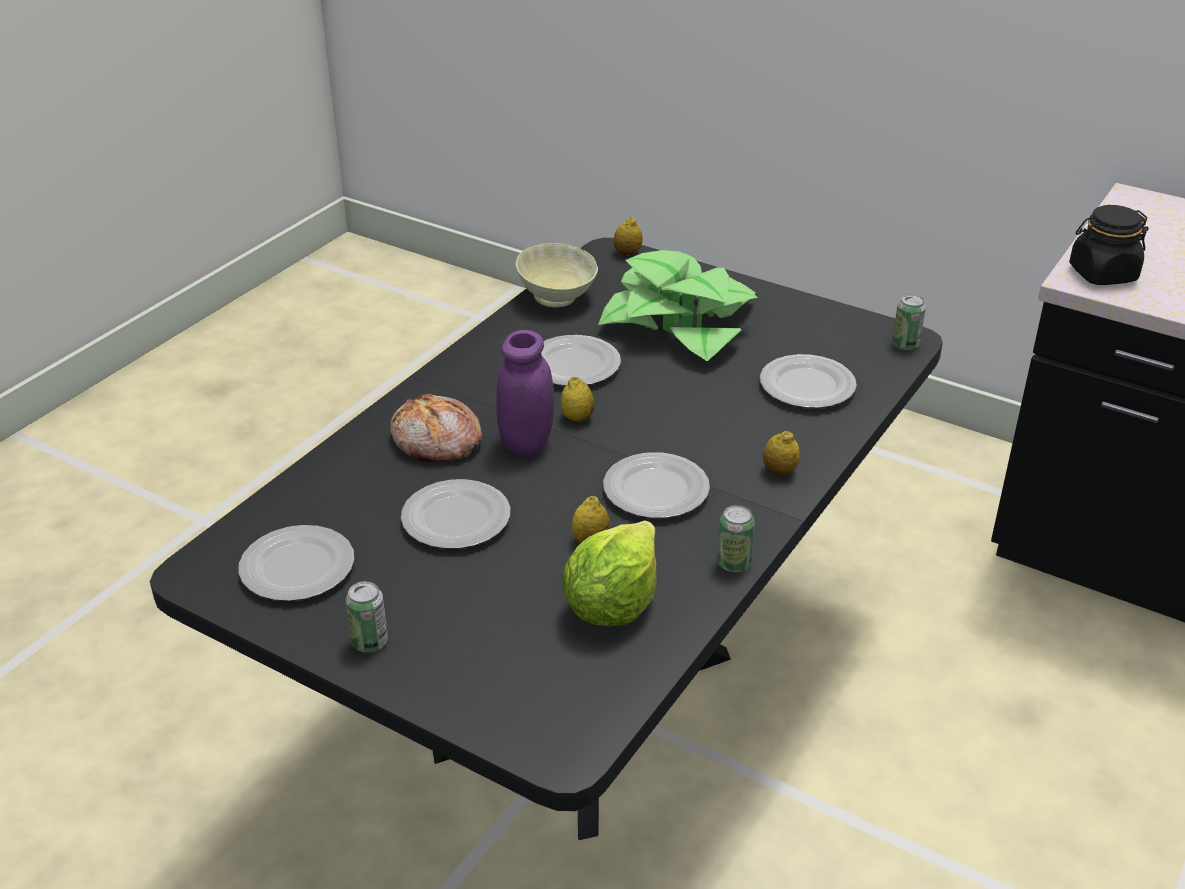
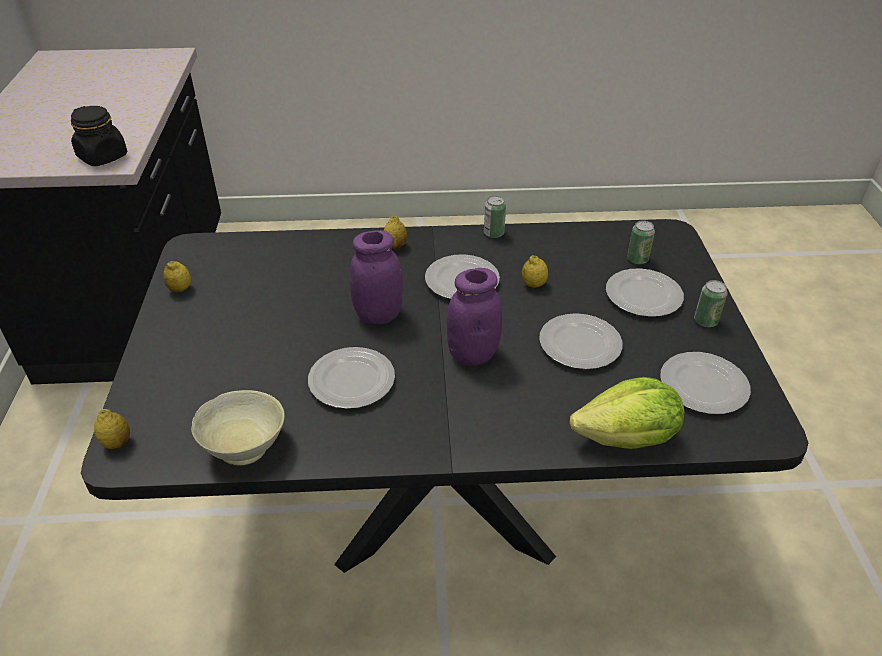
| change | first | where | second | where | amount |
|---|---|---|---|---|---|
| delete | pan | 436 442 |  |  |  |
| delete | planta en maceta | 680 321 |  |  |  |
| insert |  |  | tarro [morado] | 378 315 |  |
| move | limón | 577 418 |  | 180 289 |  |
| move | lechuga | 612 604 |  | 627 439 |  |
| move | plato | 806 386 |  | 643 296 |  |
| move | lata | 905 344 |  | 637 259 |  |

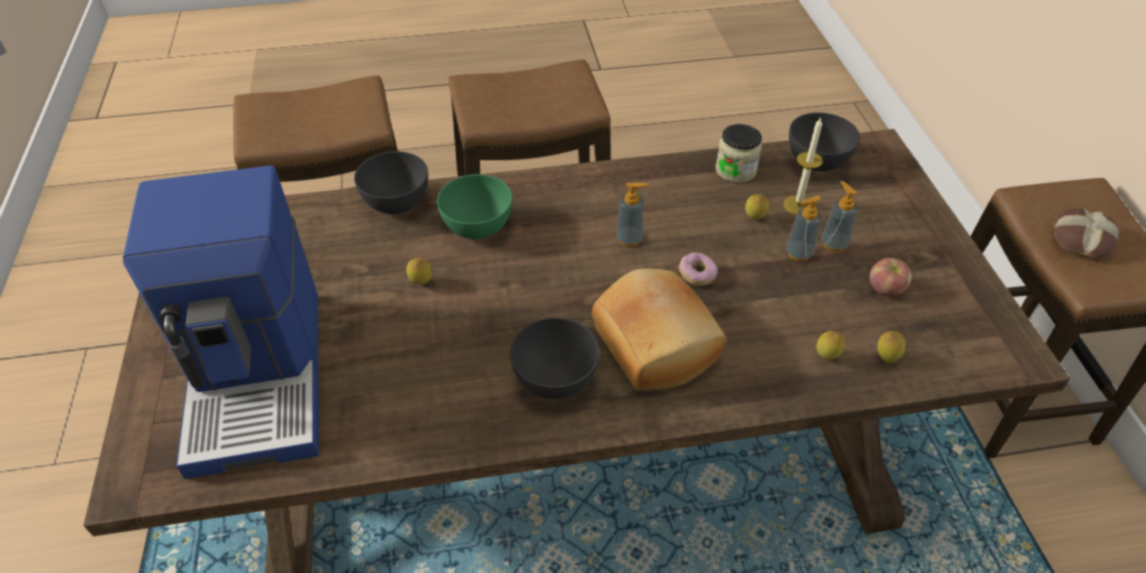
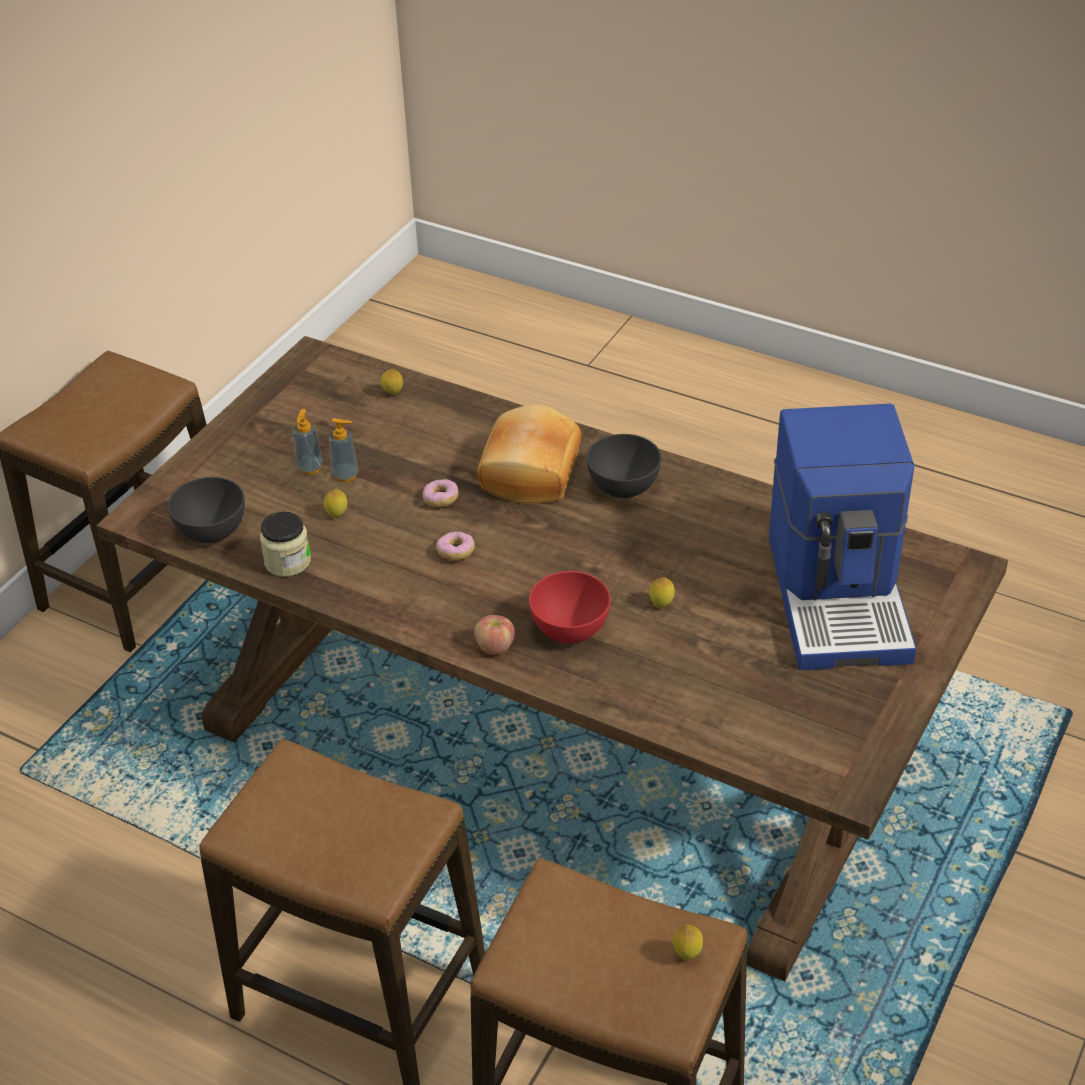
| change | first | where | second | where | amount |
|---|---|---|---|---|---|
| delete | cuenco [gris] | 396 204 |  |  |  |
| delete | vela | 797 205 |  |  |  |
| delete | pan | 1080 239 |  |  |  |
| move | limón | 826 357 |  | 687 954 |  |
| move | manzana | 885 289 |  | 495 647 |  |
| replace | dispensador de jabón | 629 239 | rosquilla | 456 552 |  |
| recolor | cuenco [verde] | 478 227 | cuenco [rojo] | 569 630 |  |
| rotate | cafetera | 260 376 |  | 840 596 | 150 degrees clockwise |

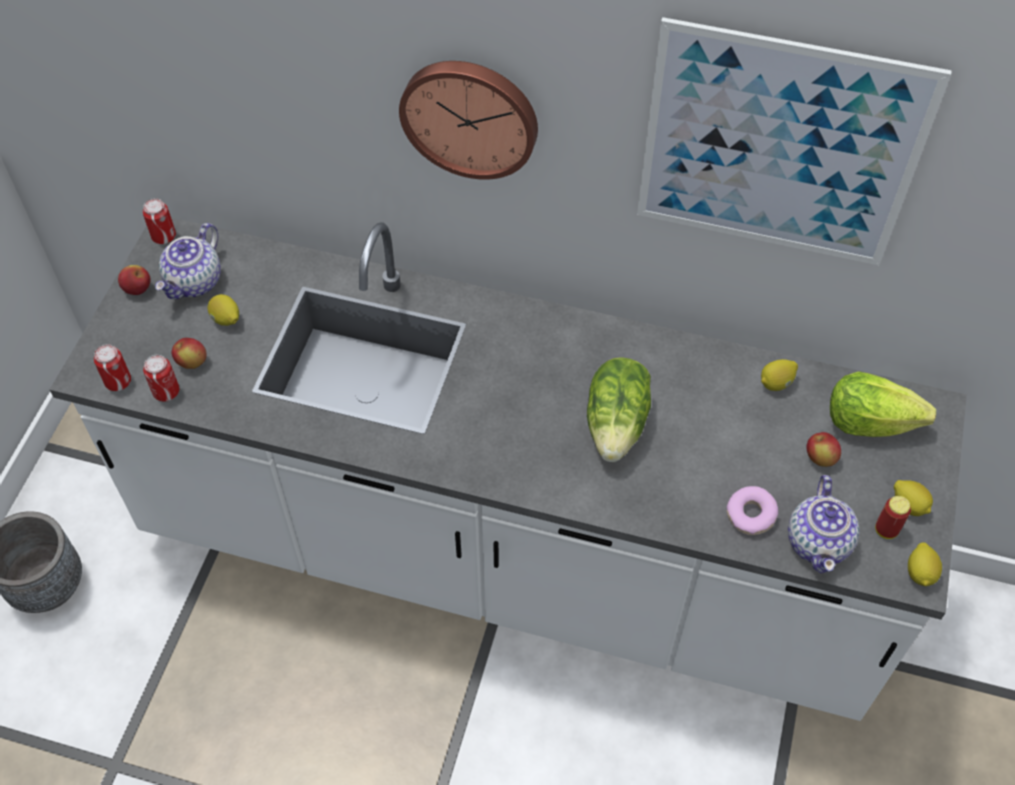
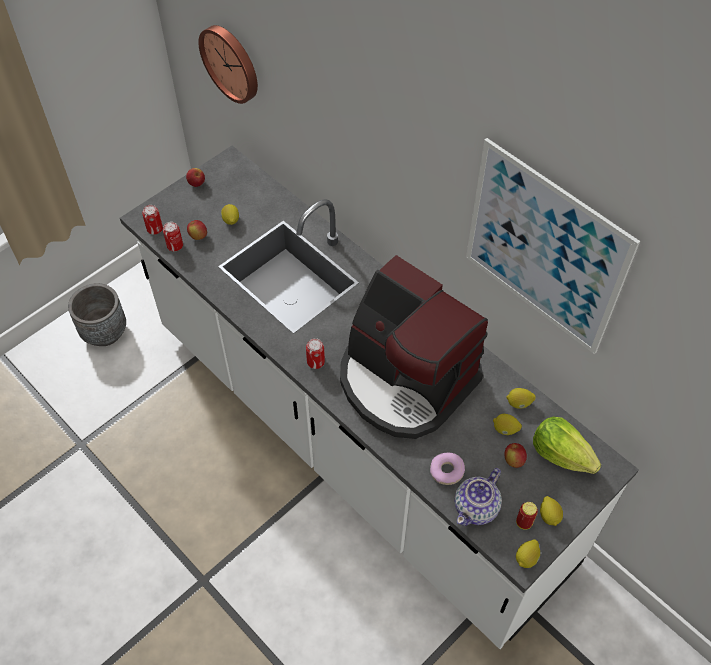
| change | first | where | second | where | amount |
|---|---|---|---|---|---|
| delete | tetera | 195 282 |  |  |  |
| insert |  |  | limón | 505 429 |  |
| move | lata | 164 236 |  | 315 362 |  |
| move | reloj de pared | 470 116 |  | 231 62 |  |
| replace | lechuga | 617 424 | cafetera | 405 380 |  |

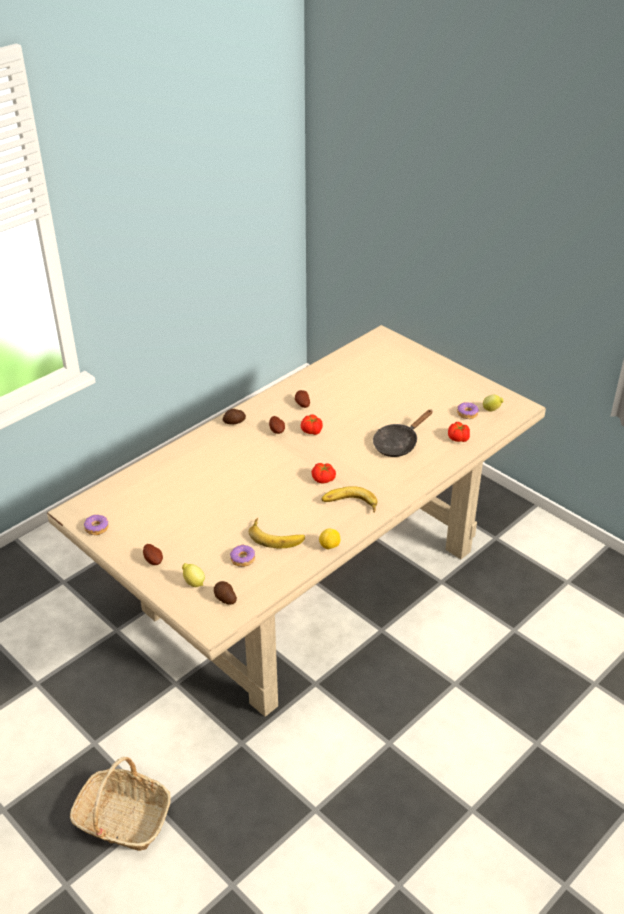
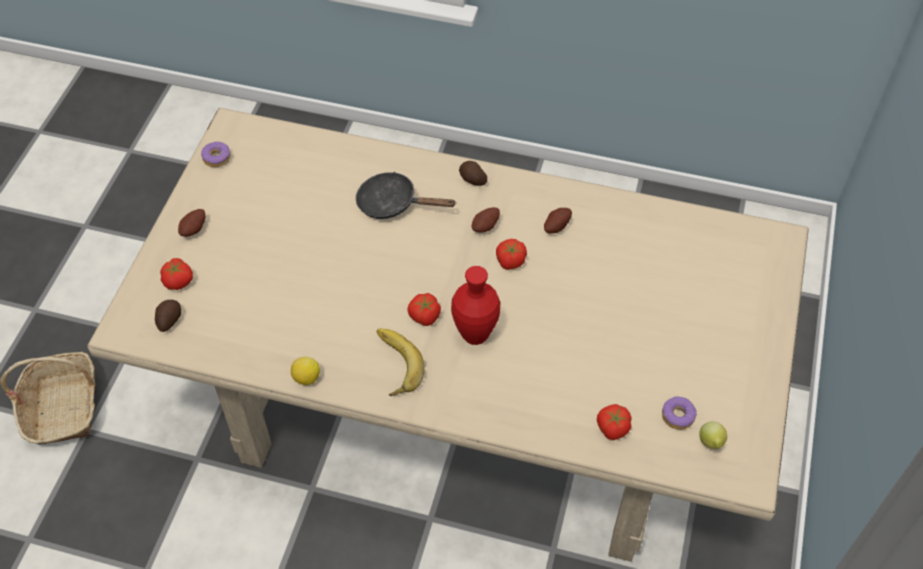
| change | first | where | second | where | amount |
|---|---|---|---|---|---|
| delete | rosquilla | 242 559 |  |  |  |
| delete | plátano | 277 535 |  |  |  |
| insert |  |  | florero [rojo] | 475 335 |  |
| move | sartén [negro] | 398 443 |  | 393 203 |  |
| replace | limón | 193 582 | tomate | 179 280 |  |

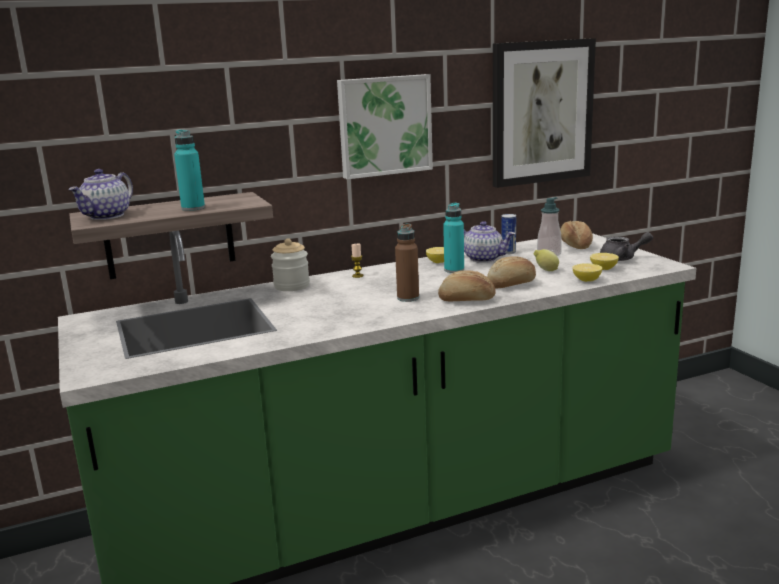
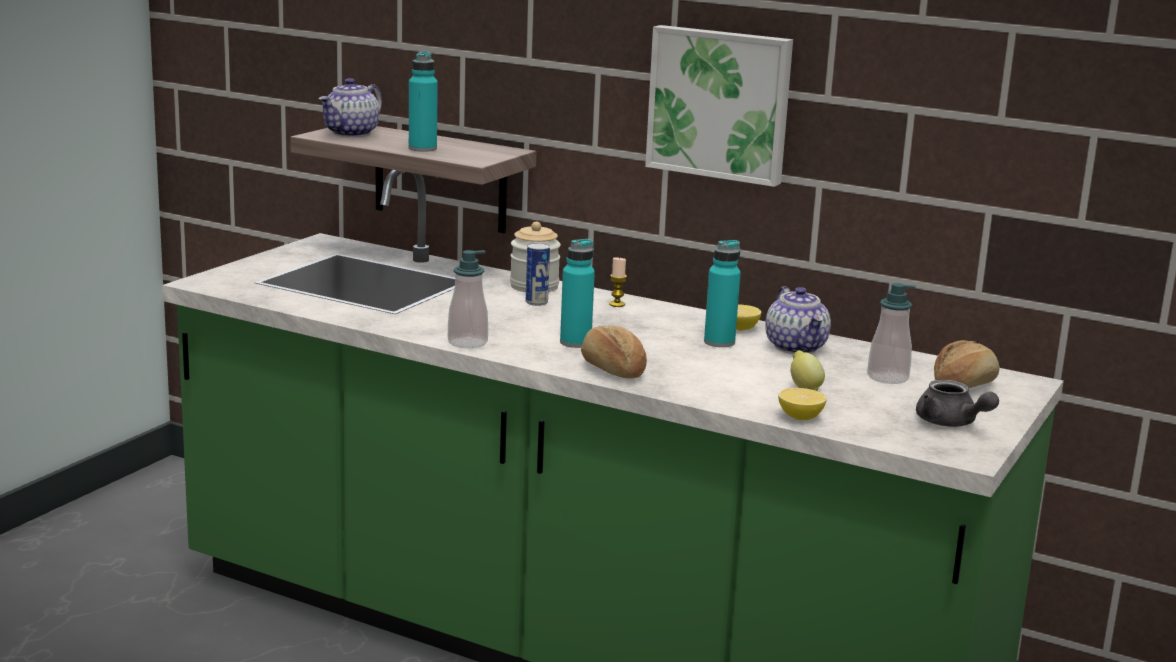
| change | first | where | second | where | amount |
|---|---|---|---|---|---|
| delete | pan | 512 284 |  |  |  |
| delete | cuadro | 541 112 |  |  |  |
| delete | limón | 603 269 |  |  |  |
| insert |  |  | dispensador de jabón | 467 342 |  |
| move | lata | 508 252 |  | 536 302 |  |
| recolor | botella [marrón] | 408 298 | botella [turquesa] | 575 342 |  |
| rotate | tetera | 107 216 |  | 351 133 | 45 degrees counterclockwise |

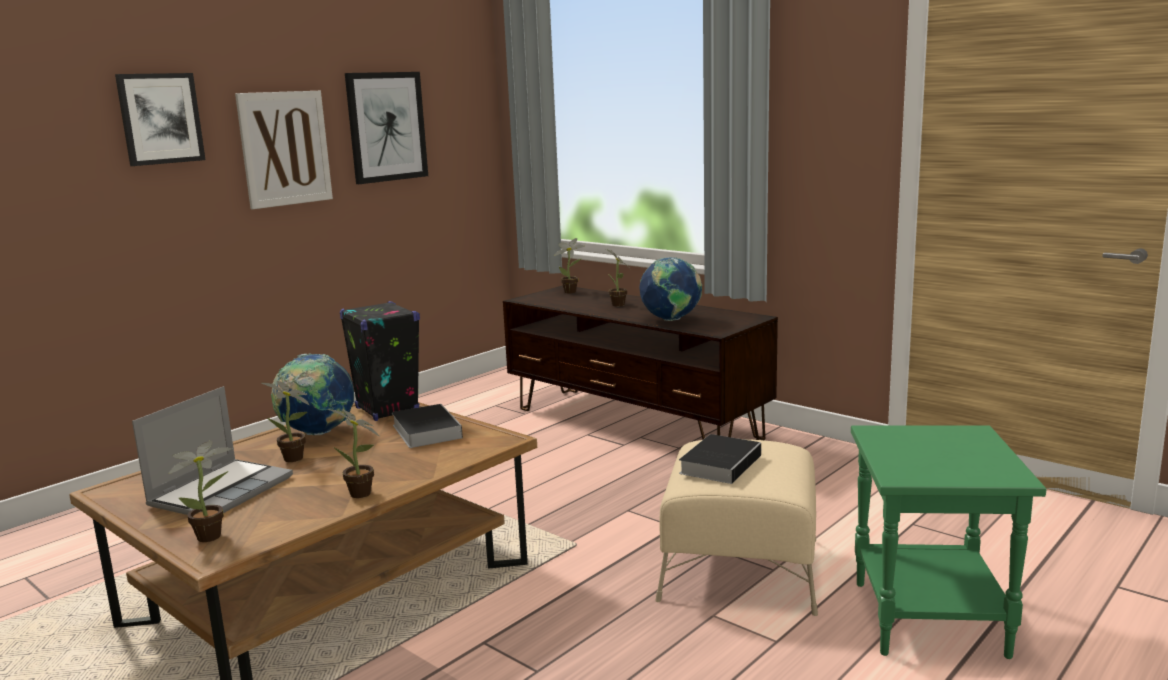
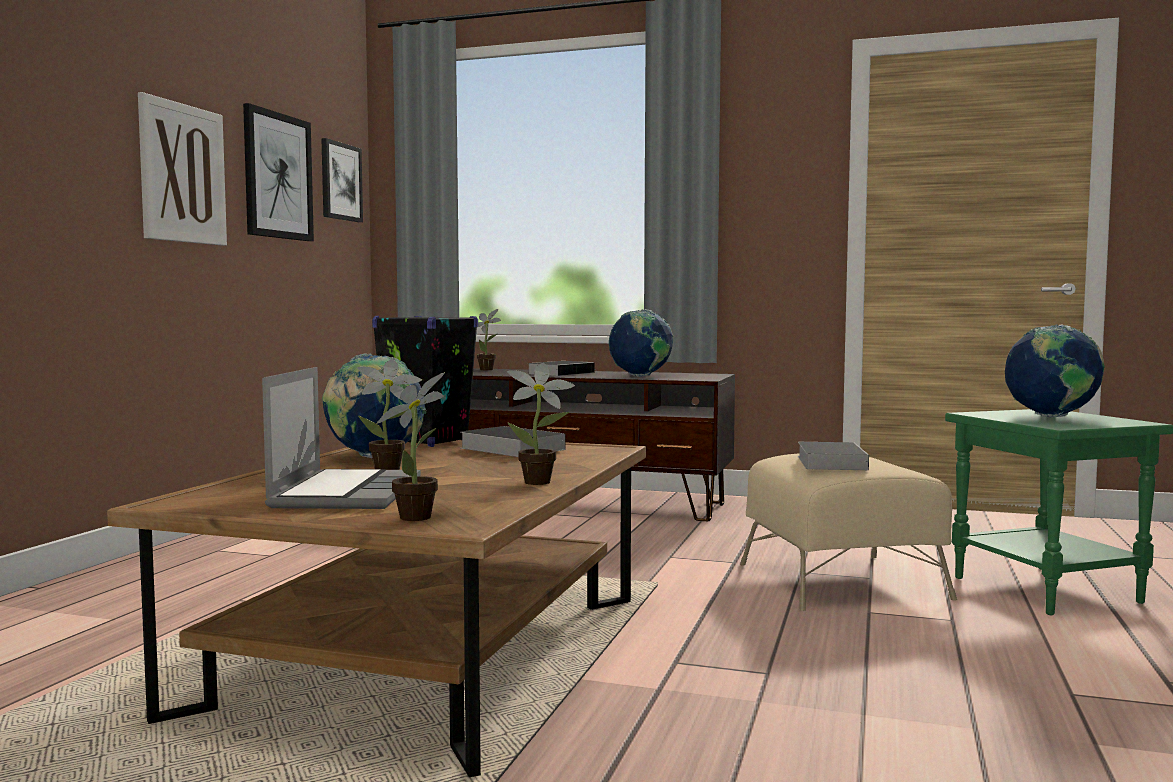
| change | first | where | second | where | amount |
|---|---|---|---|---|---|
| insert |  |  | globo terráqueo | 1052 417 |  |
| move | cuadro | 160 118 |  | 340 181 |  |
| replace | planta en maceta | 618 305 | libro | 561 373 |  |

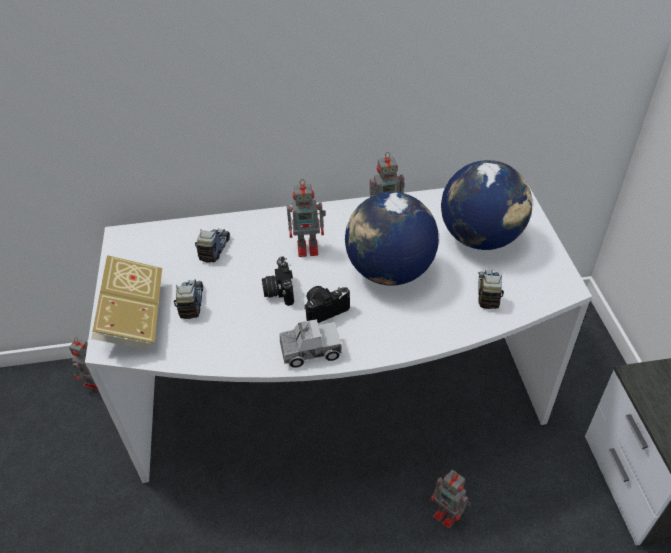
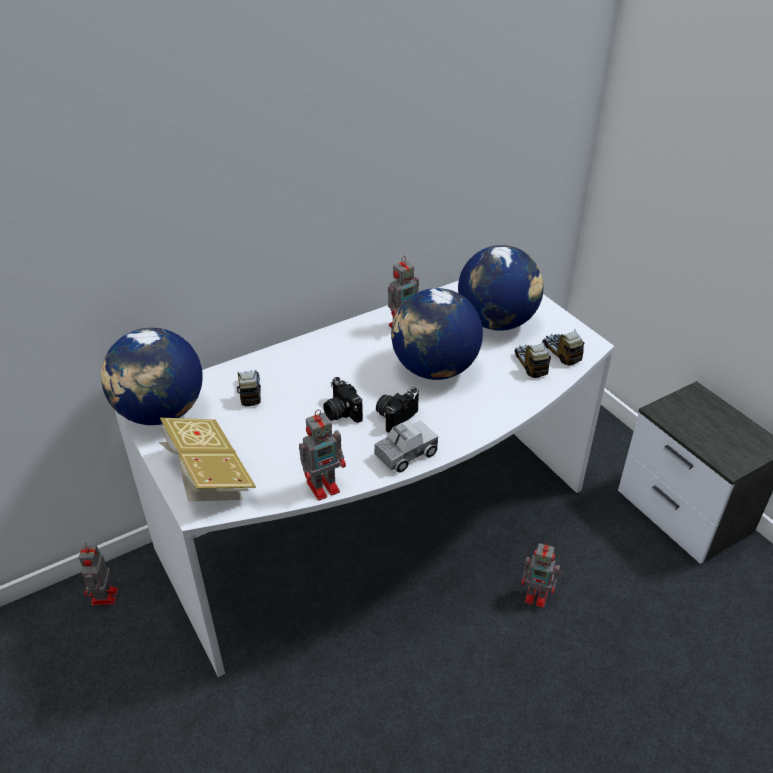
| change | first | where | second | where | amount |
|---|---|---|---|---|---|
| insert |  |  | globo terráqueo | 161 413 |  |
| move | camión de juguete | 191 303 |  | 561 353 |  |
| move | robot de juguete | 309 248 |  | 324 486 |  |

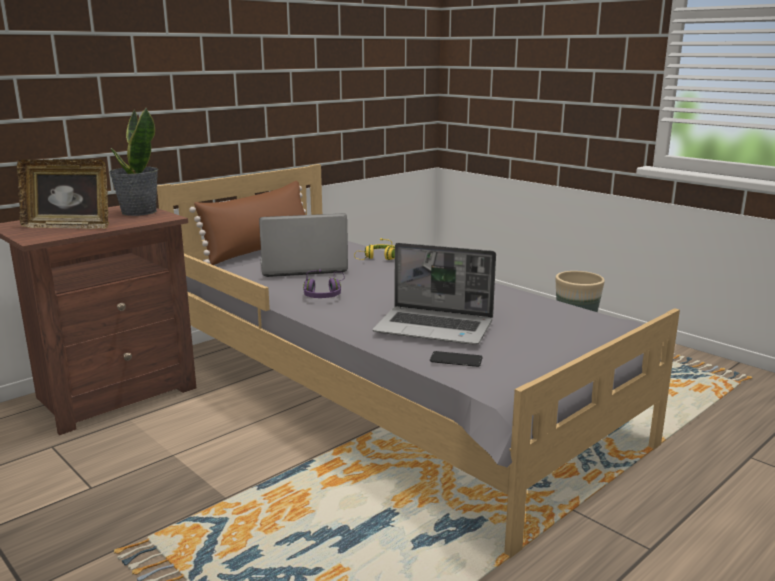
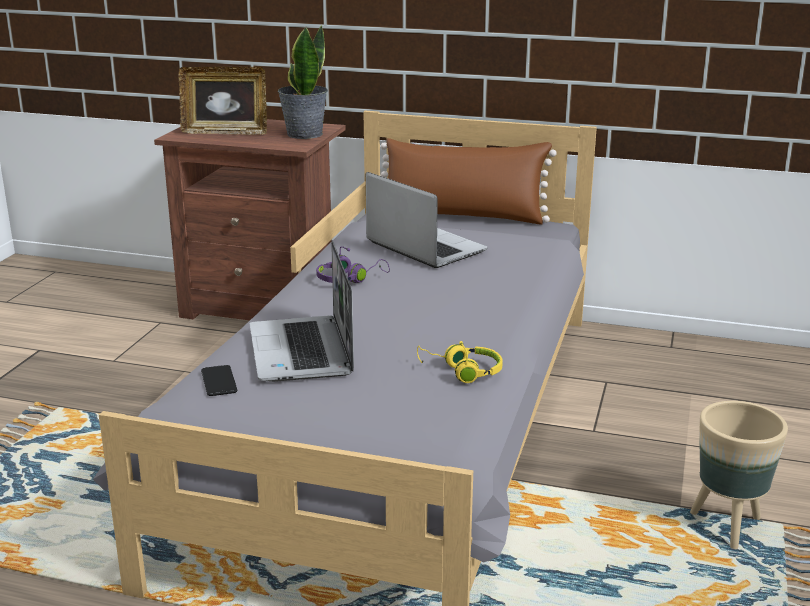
| change | first | where | second | where | amount |
|---|---|---|---|---|---|
| move | auriculares [amarillo] | 378 258 |  | 462 371 |  |
| rotate | portarretratos | 69 226 |  | 225 132 | 60 degrees counterclockwise |

